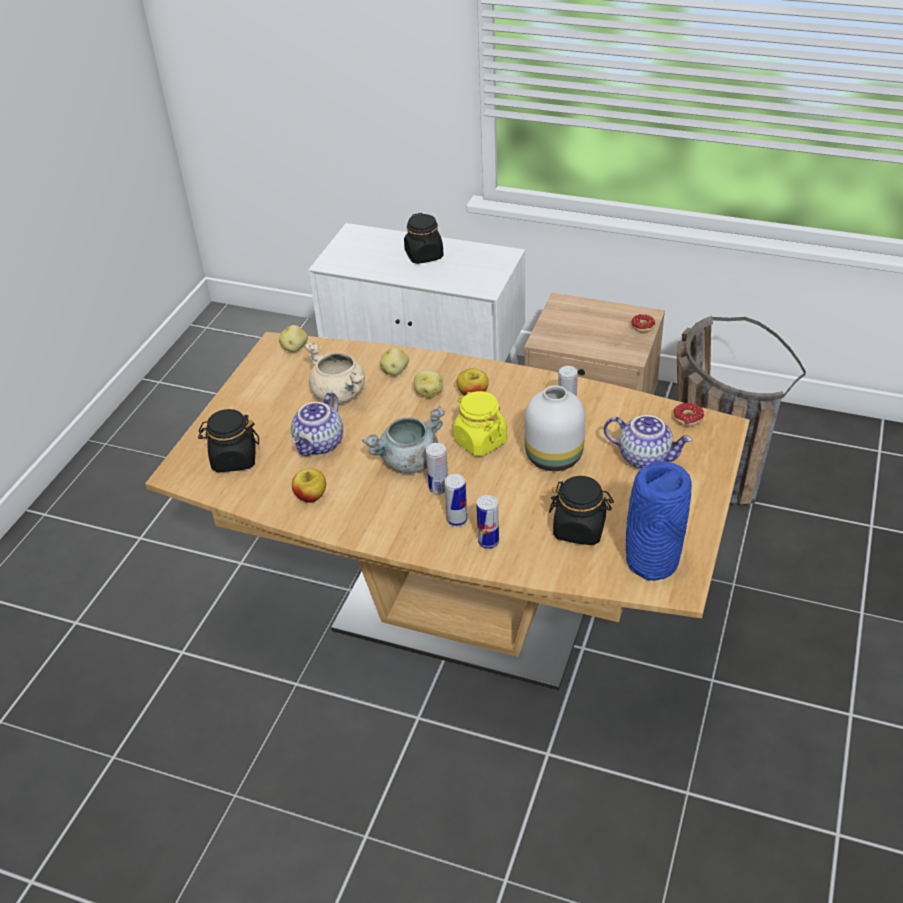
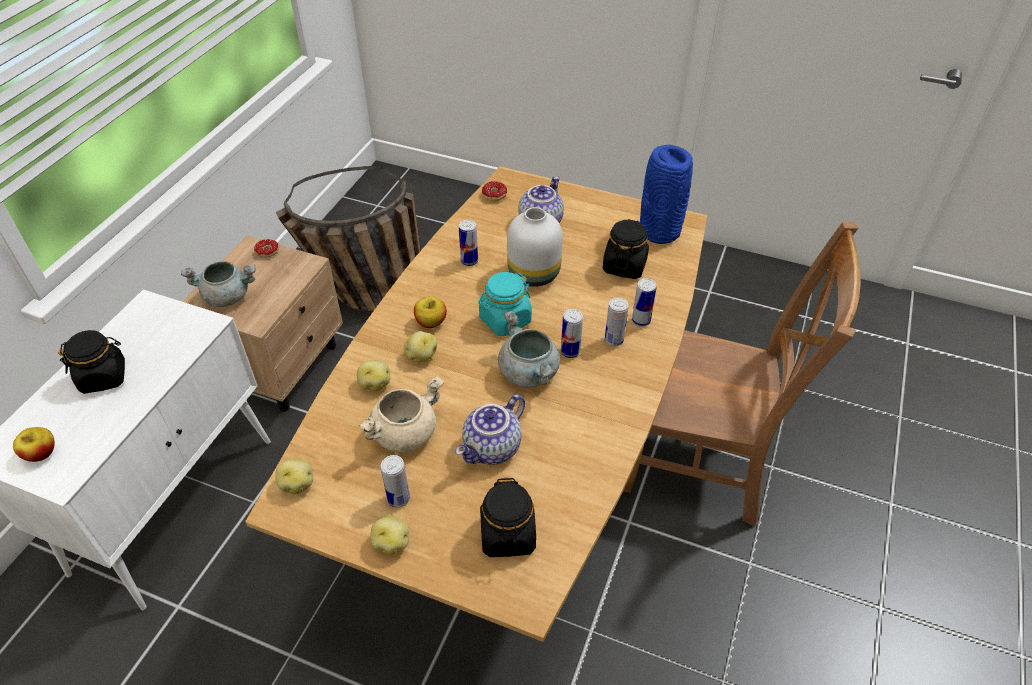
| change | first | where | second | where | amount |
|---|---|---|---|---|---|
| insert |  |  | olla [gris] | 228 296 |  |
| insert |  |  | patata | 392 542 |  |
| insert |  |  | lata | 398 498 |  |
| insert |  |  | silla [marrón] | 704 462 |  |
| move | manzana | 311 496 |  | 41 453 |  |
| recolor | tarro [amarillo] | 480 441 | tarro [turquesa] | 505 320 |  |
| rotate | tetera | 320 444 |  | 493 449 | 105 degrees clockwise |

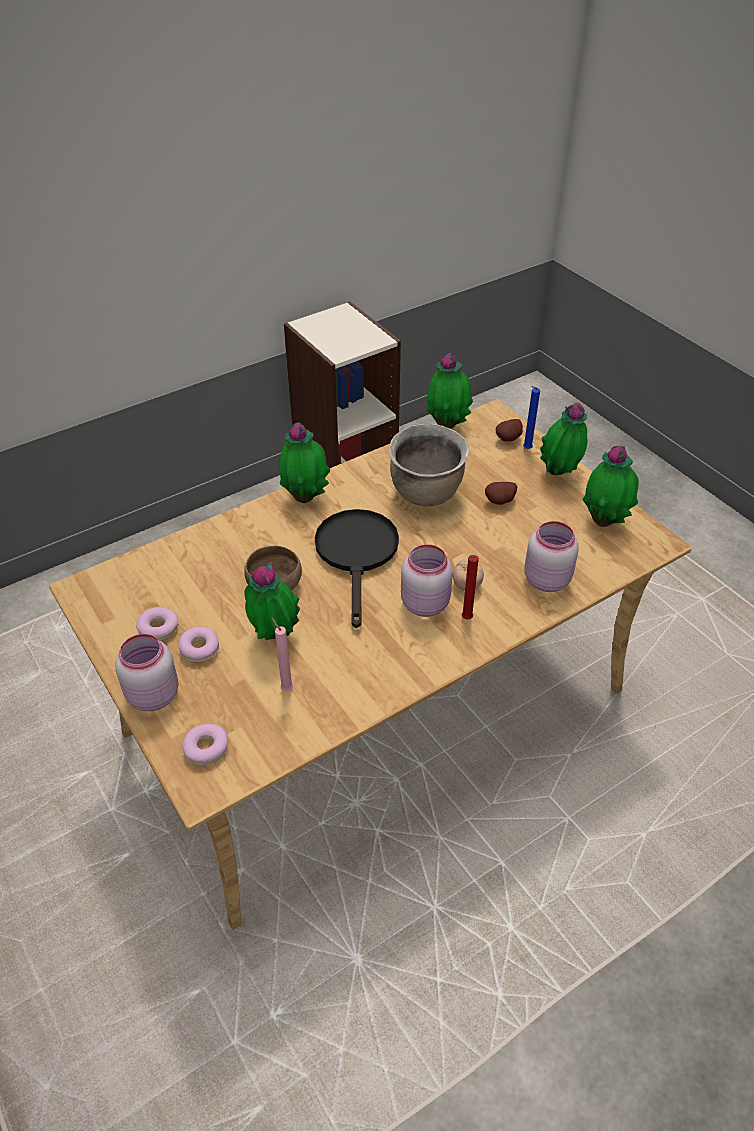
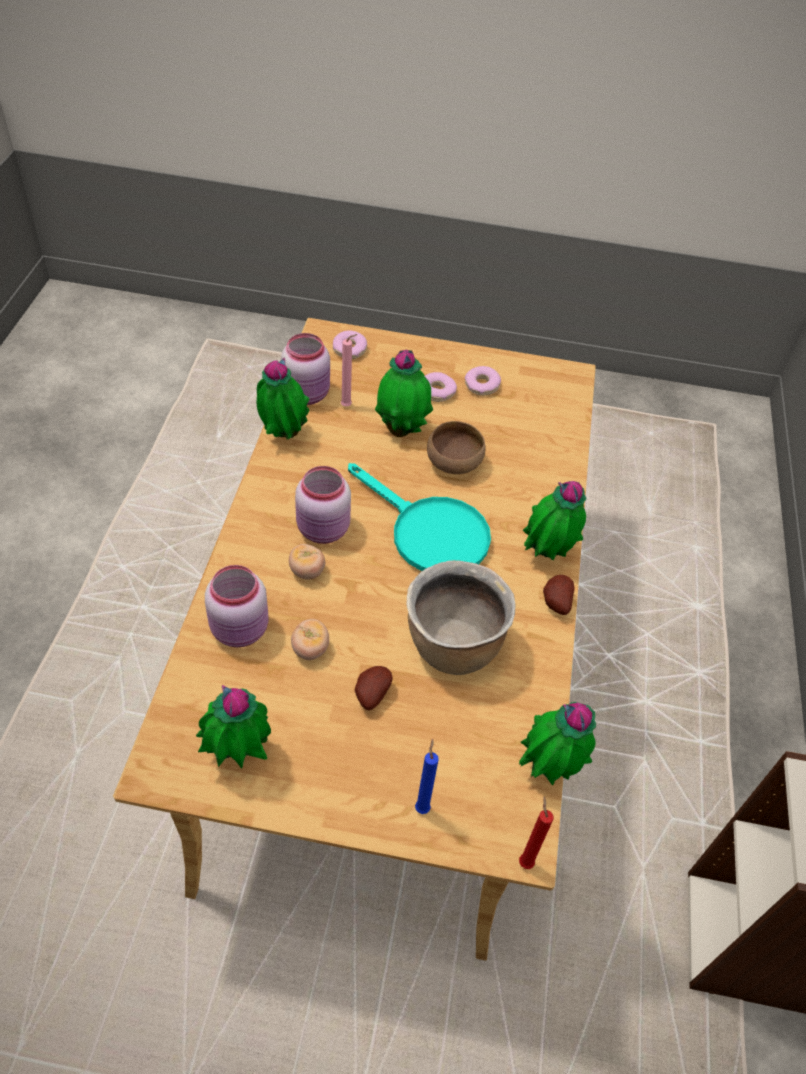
| change | first | where | second | where | amount |
|---|---|---|---|---|---|
| insert |  |  | tomate | 310 649 |  |
| move | tarro [rosa] | 152 694 |  | 308 394 |  |
| move | vela [rojo] | 465 619 |  | 525 861 |  |
| move | patata | 509 439 |  | 555 603 |  |
| move | planta en maceta | 559 475 |  | 282 435 |  |
| recolor | sartén [negro] | 357 555 | sartén [turquesa] | 429 532 |  |

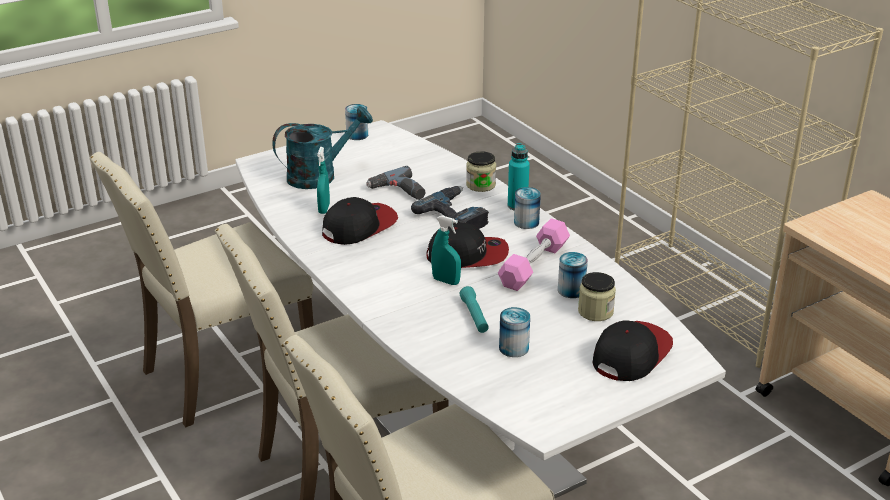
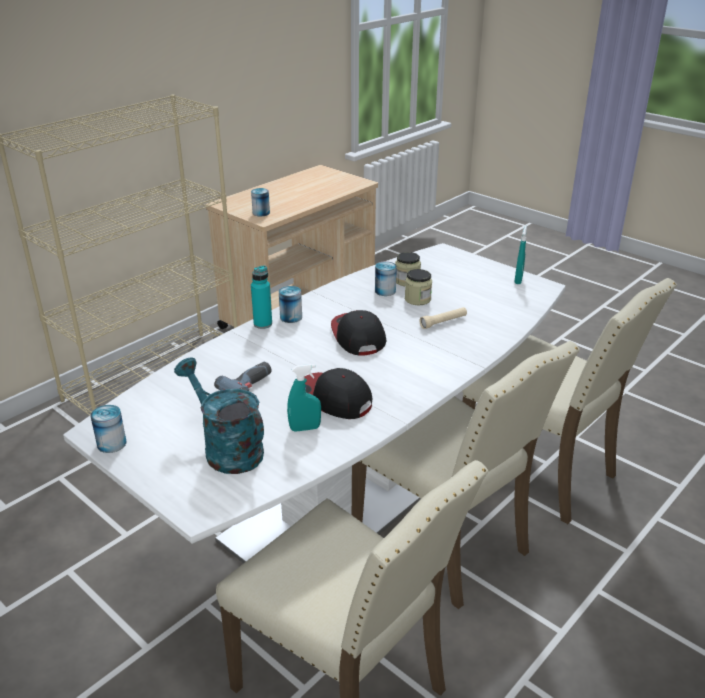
| change | first | where | second | where | amount |
|---|---|---|---|---|---|
| delete | taladro | 456 216 |  |  |  |
| delete | mancuerna [rosa] | 534 265 |  |  |  |
| delete | gorra | 631 354 |  |  |  |
| move | pulverizador [turquesa] | 446 281 |  | 518 280 |  |
| move | tarro | 480 185 |  | 417 299 |  |
| move | lata | 513 348 |  | 261 213 |  |
| recolor | linterna [turquesa] | 474 316 | linterna [beis] | 443 322 |  |

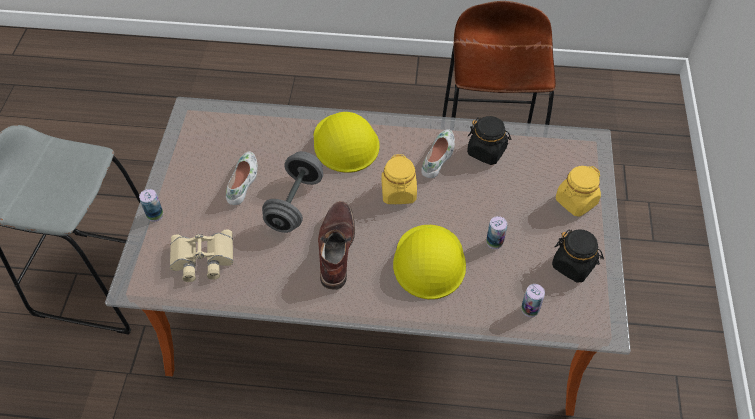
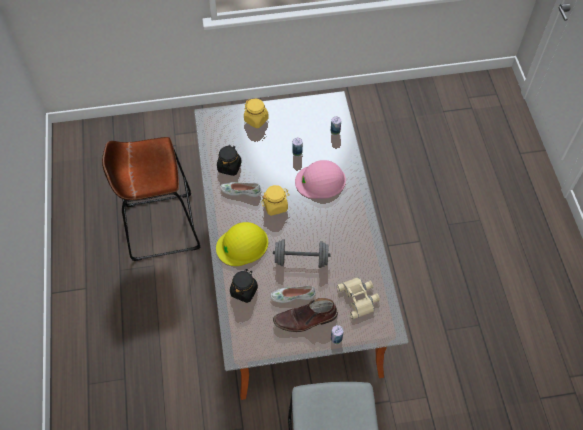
| change | first | where | second | where | amount |
|---|---|---|---|---|---|
| move | bota [marrón] | 335 248 |  | 305 319 |  |
| move | tarro [negro] | 573 265 |  | 244 291 |  |
| recolor | casco [amarillo] | 429 262 | casco [rosa] | 320 181 |  |

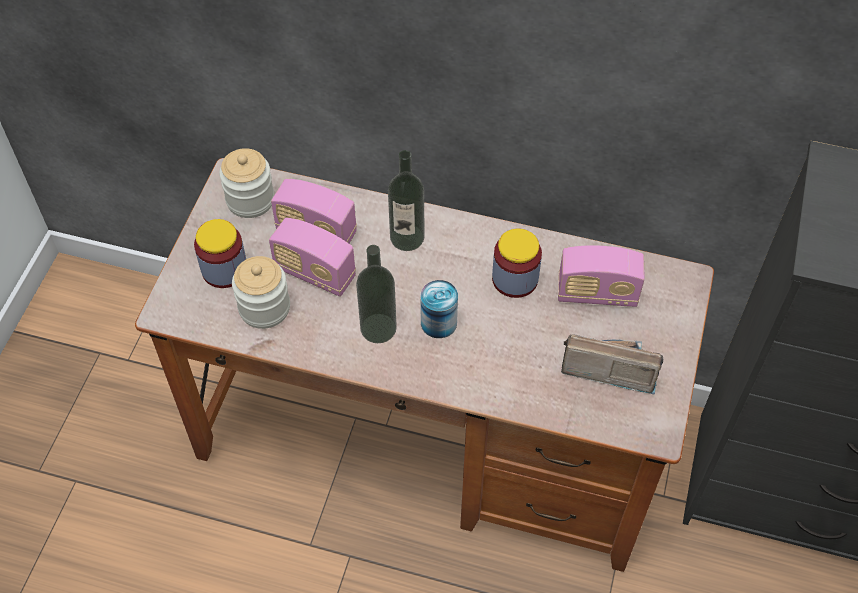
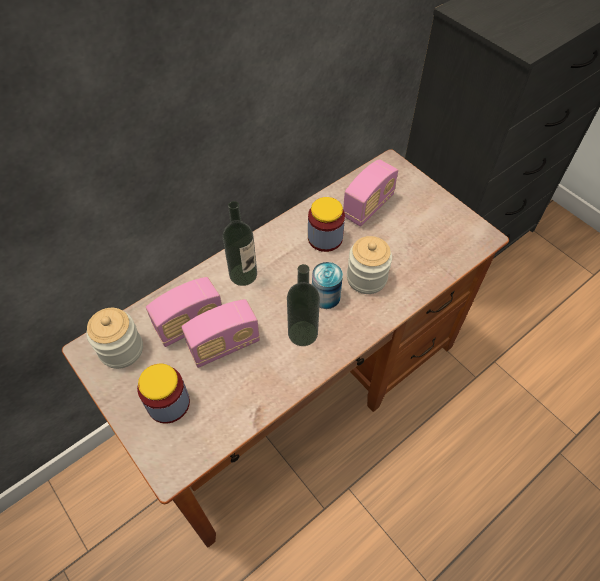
| change | first | where | second | where | amount |
|---|---|---|---|---|---|
| delete | radio | 606 366 |  |  |  |
| move | tarro | 264 308 |  | 366 278 |  |

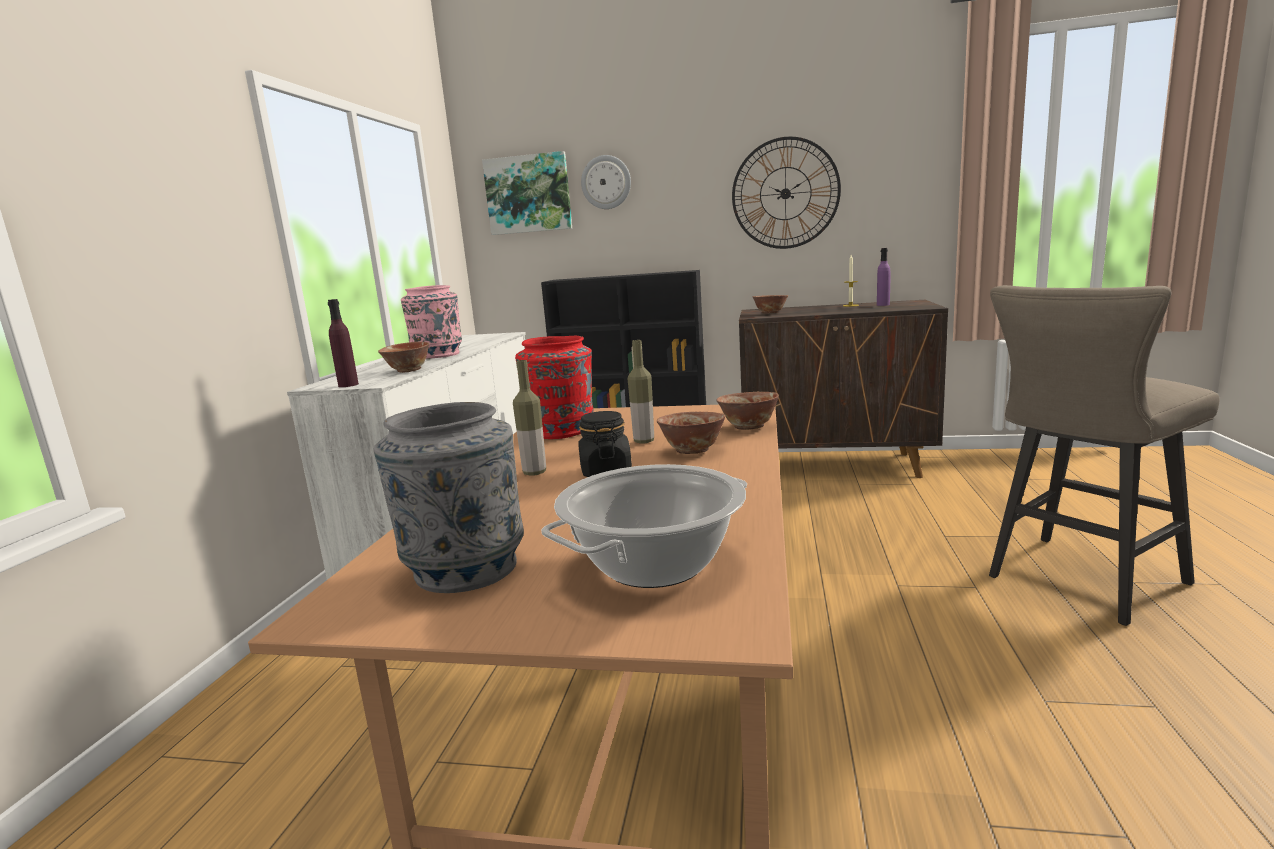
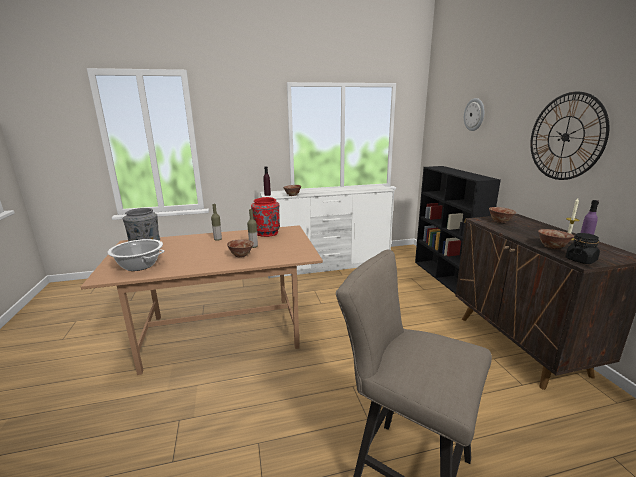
| change | first | where | second | where | amount |
|---|---|---|---|---|---|
| delete | florero [rosa] | 438 355 |  |  |  |
| delete | cuadro | 528 194 |  |  |  |
| move | tarro [negro] | 605 471 |  | 580 260 |  |
| move | cuenco | 748 427 |  | 552 247 |  |

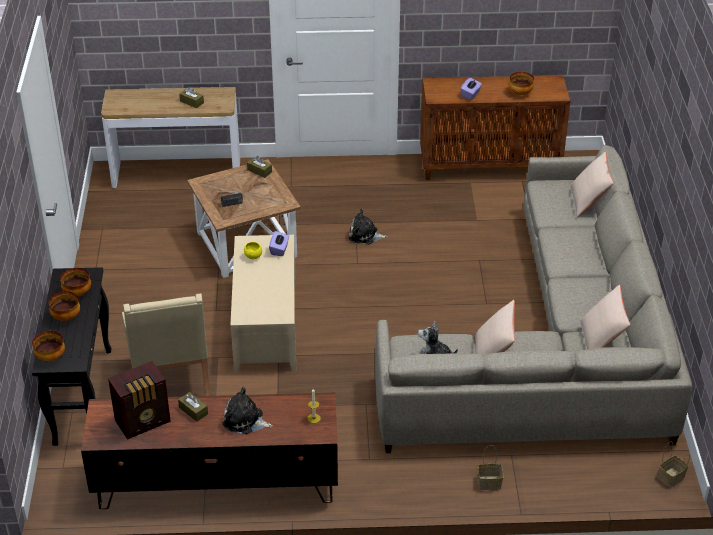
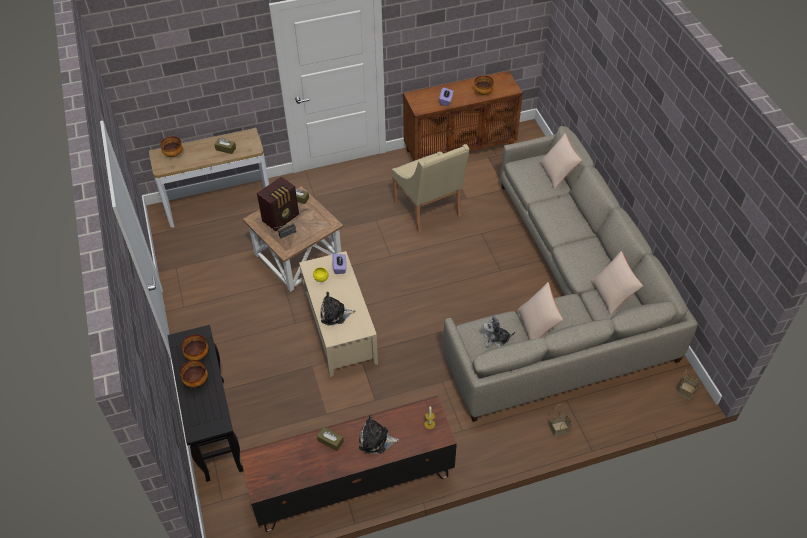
| change | first | where | second | where | amount |
|---|---|---|---|---|---|
| move | cuenco | 50 357 |  | 173 154 |  |
| move | radio | 144 421 |  | 281 218 |  |
| move | sillón [beis] | 171 382 |  | 429 210 |  |
| move | peluche | 365 235 |  | 335 314 |  |

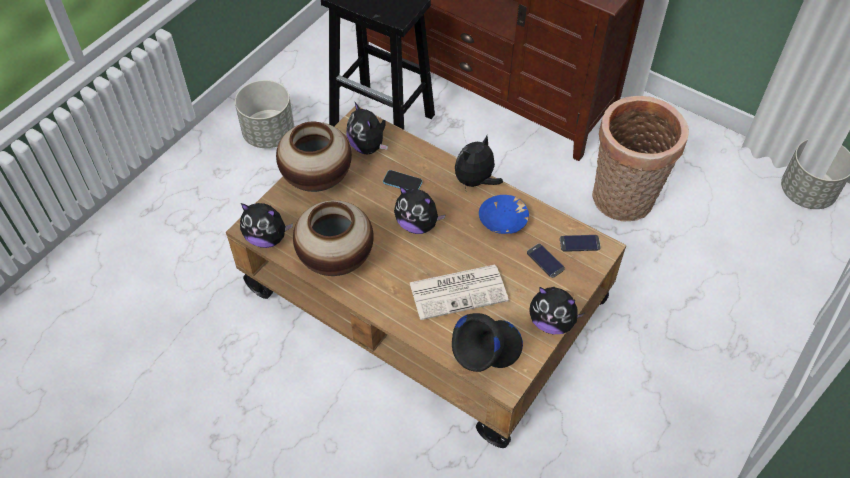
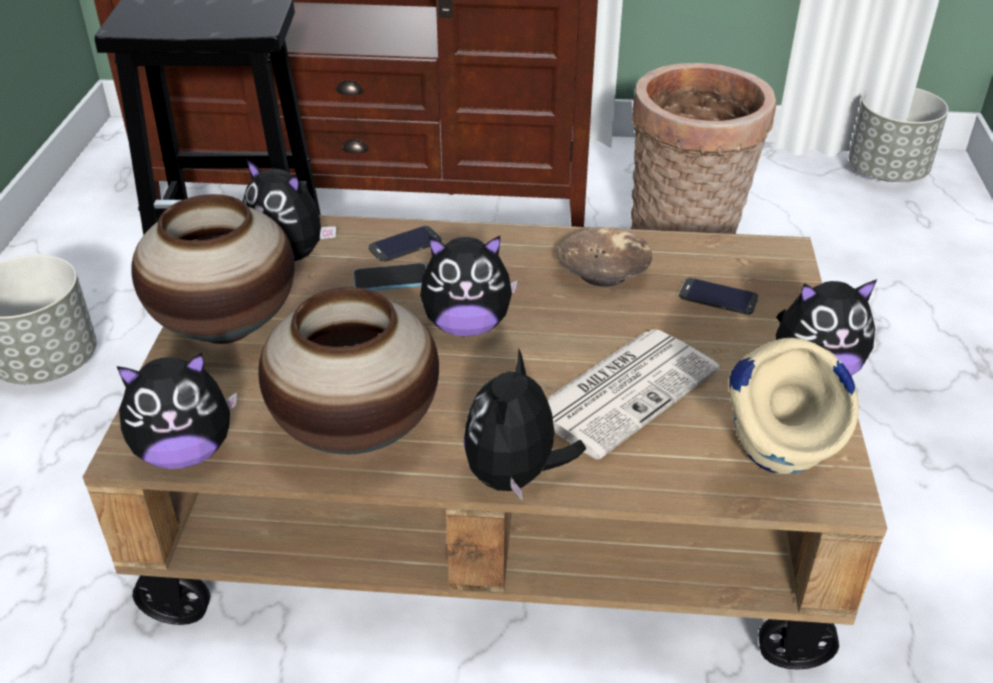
| change | first | where | second | where | amount |
|---|---|---|---|---|---|
| move | peluche | 475 181 |  | 515 476 |  |
| move | móvil | 579 243 |  | 405 244 |  |
| recolor | florero [negro] | 485 364 | florero [beis] | 773 479 |  |
| recolor | cuenco [azul] | 503 221 | cuenco [marrón] | 604 272 |  |

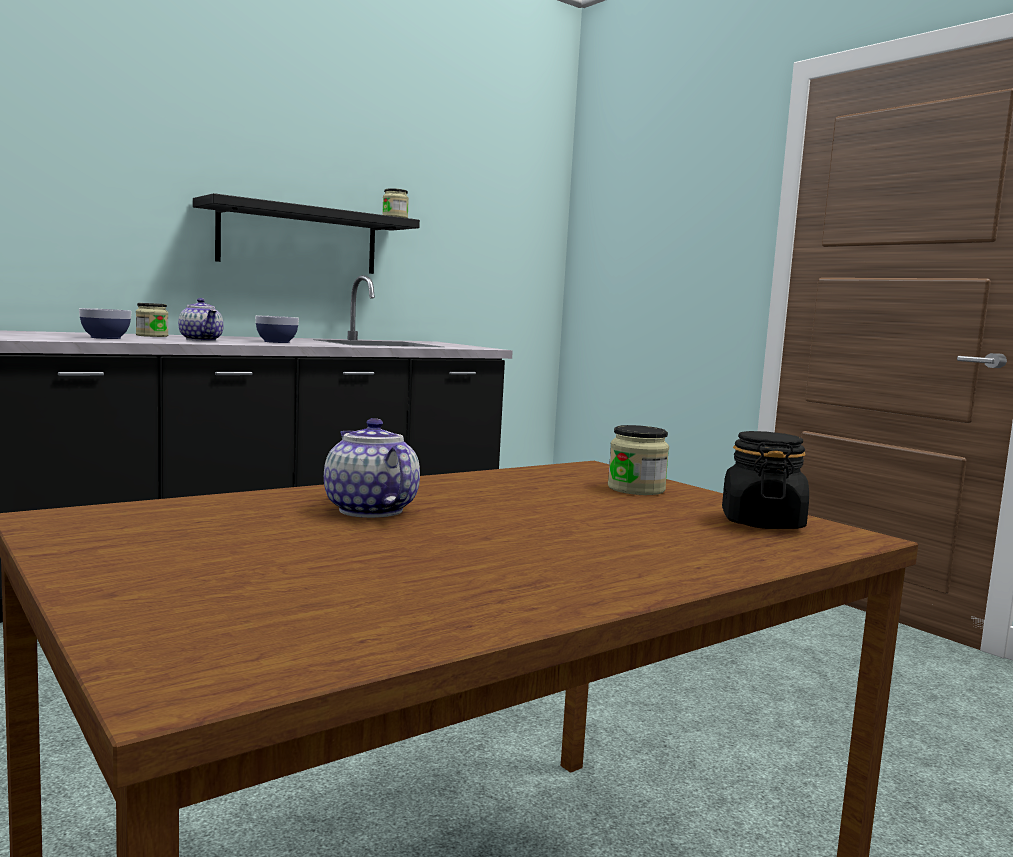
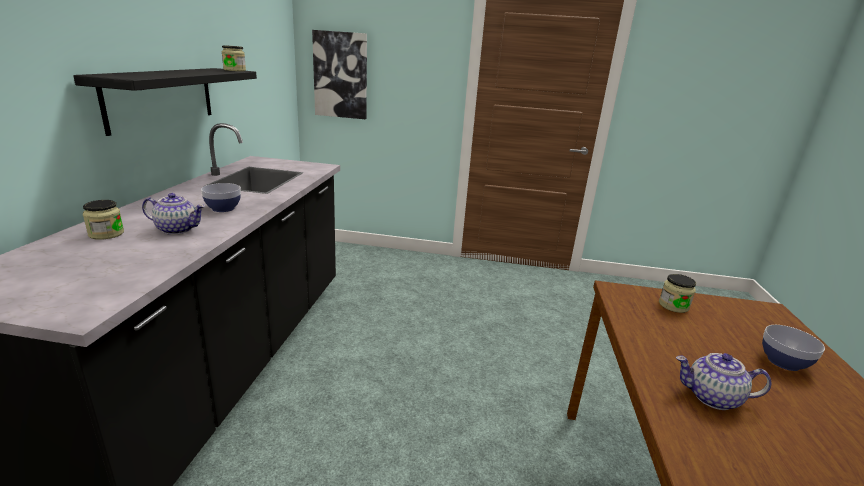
| change | first | where | second | where | amount |
|---|---|---|---|---|---|
| delete | tarro [negro] | 761 522 |  |  |  |
| insert |  |  | cuadro | 341 75 |  |
| move | cuenco | 106 338 |  | 783 362 |  |

